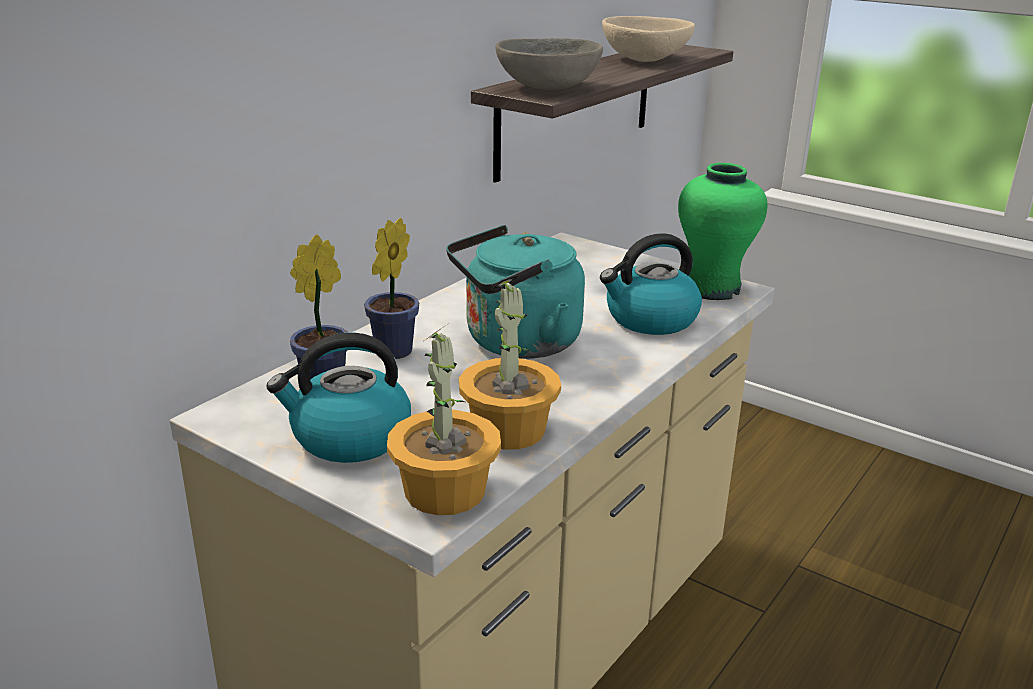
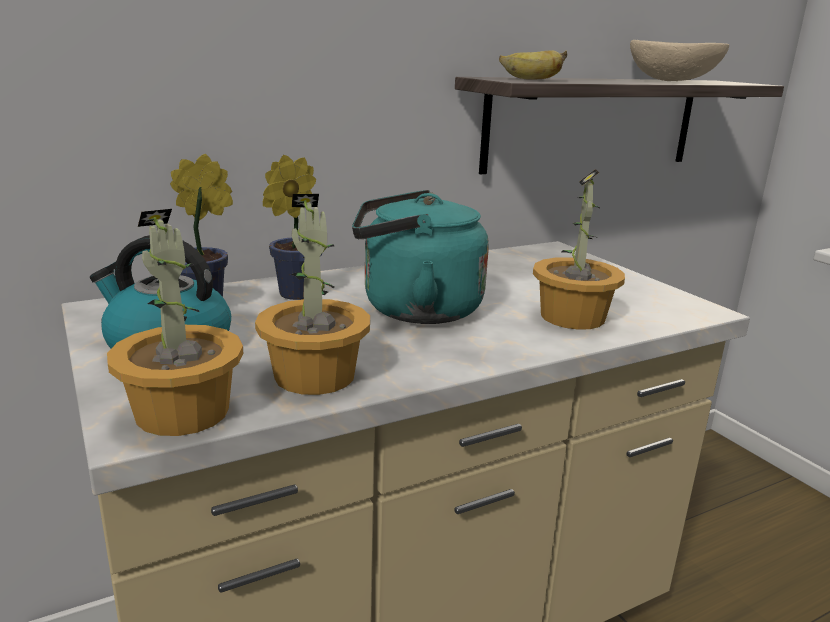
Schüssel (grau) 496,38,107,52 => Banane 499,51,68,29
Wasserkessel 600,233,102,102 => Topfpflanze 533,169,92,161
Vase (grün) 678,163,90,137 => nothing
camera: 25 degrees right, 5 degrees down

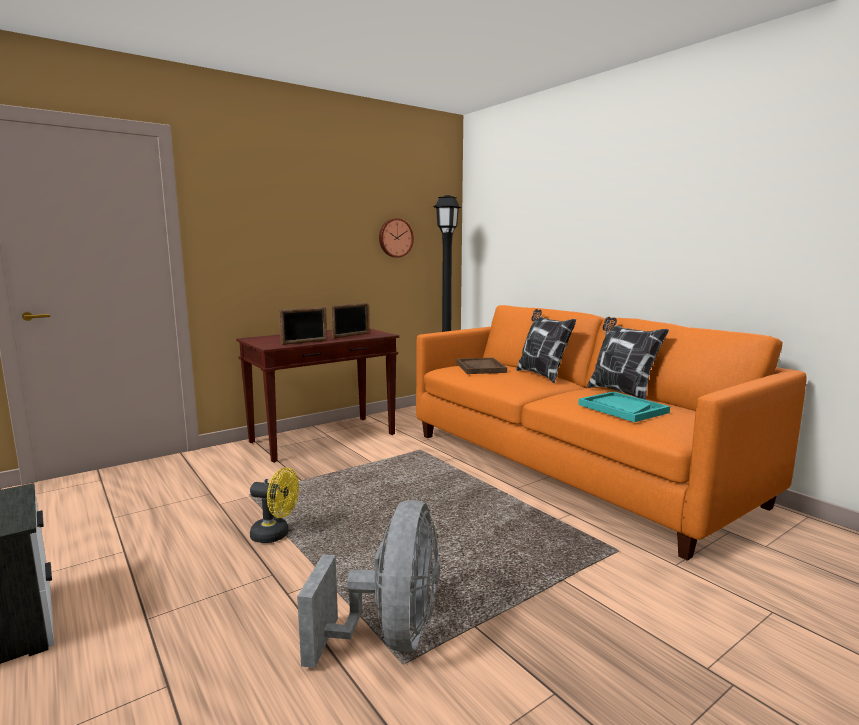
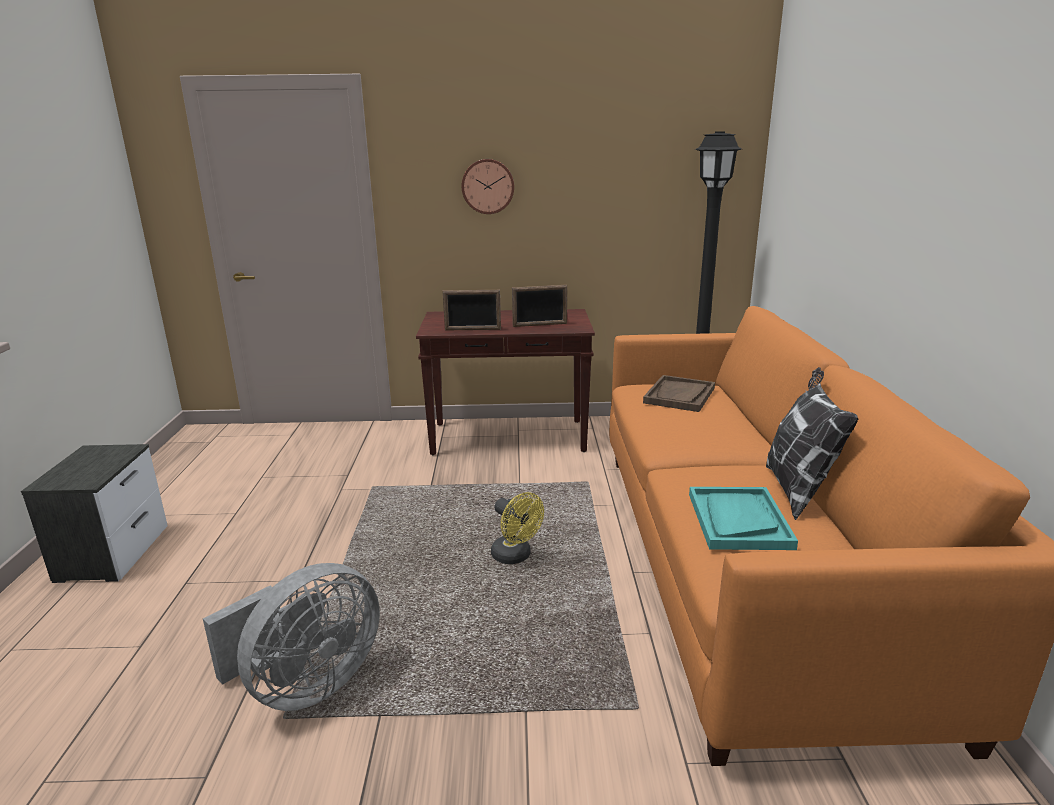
Wanduhr 379,218,35,40 => Wanduhr 462,159,52,55, moved
Ventilator (gelb) 250,467,49,76 => Ventilator (gelb) 491,492,53,72, moved
Kissen 516,309,60,74 => nothing
camera: 35 degrees right, 10 degrees up

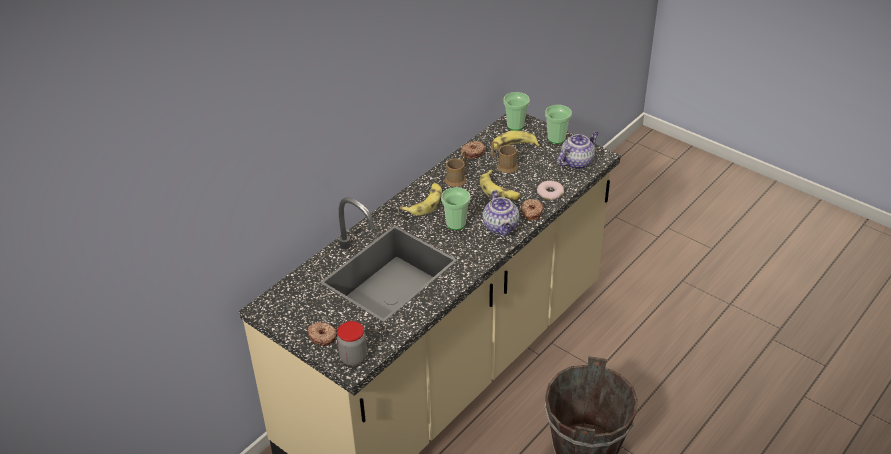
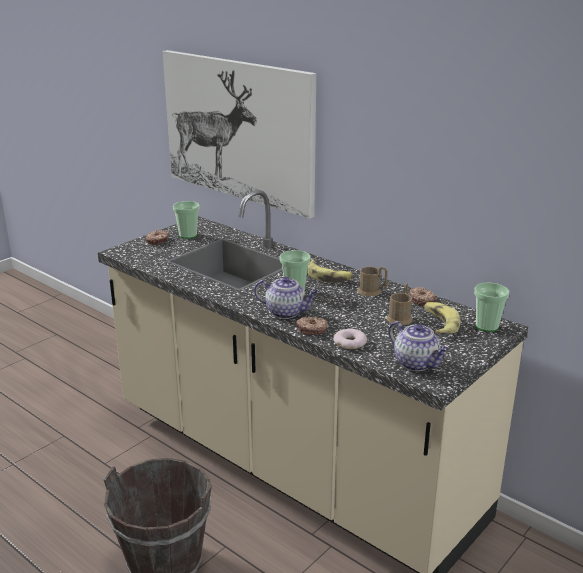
nothing => Bild 163,50,153,169
Tasse 545,105,27,39 => Tasse 173,201,27,38, moved
Teekanne 483,190,36,46 => Teekanne 254,277,64,42, 150 degrees counterclockwise
Vorratsglas 337,321,30,45 => nothing
Banane 480,170,41,31 => nothing
camera: 90 degrees right, 15 degrees down

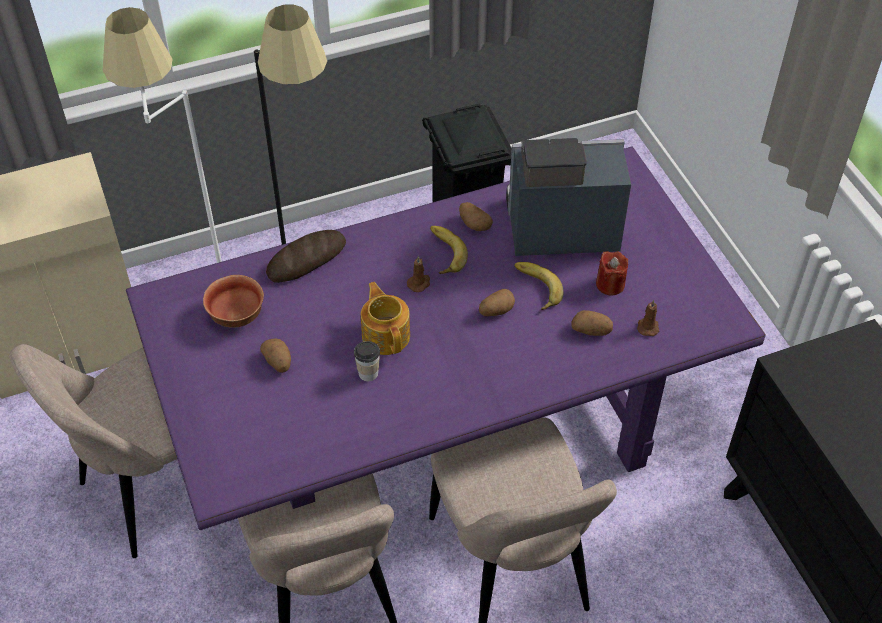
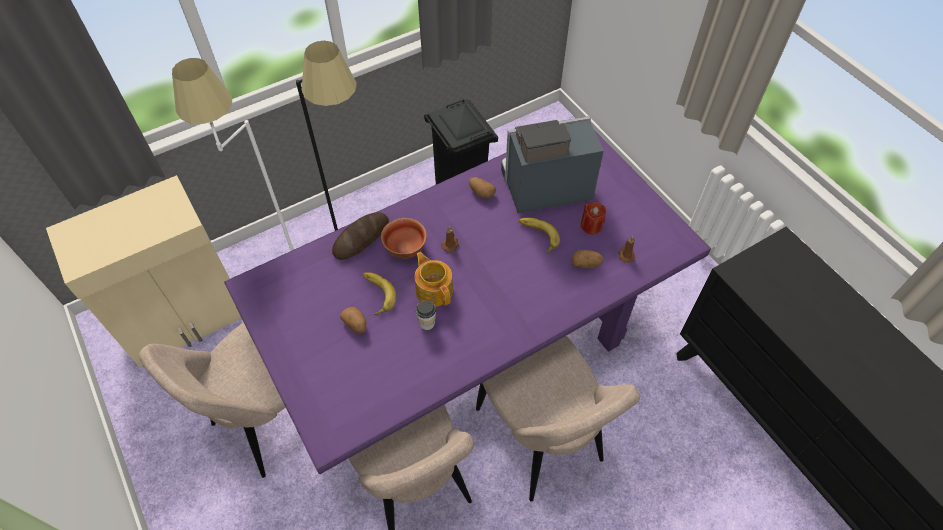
Banane 430,226,38,48 => Banane 363,272,33,43, moved
Schüssel 203,275,61,53 => Schüssel 381,218,46,40, moved
Kartoffel 479,289,36,27 => nothing
camera: 10 degrees left, 5 degrees up

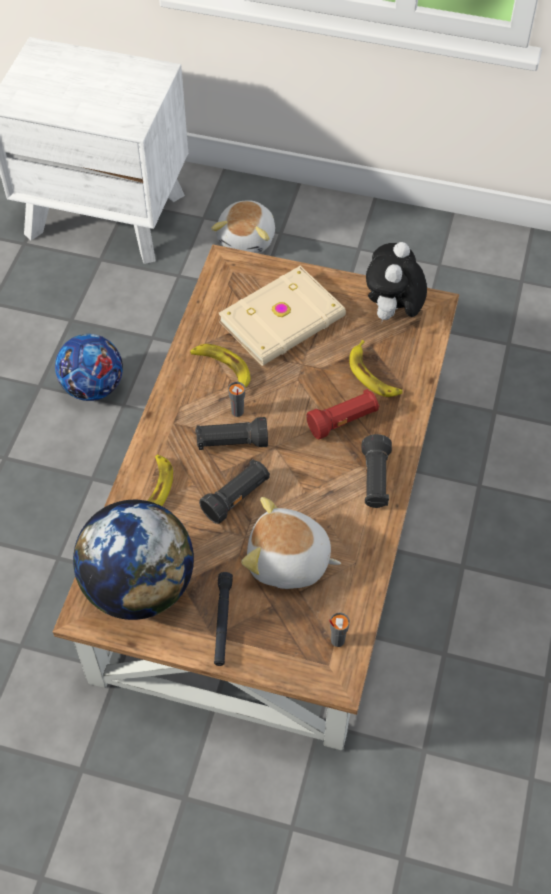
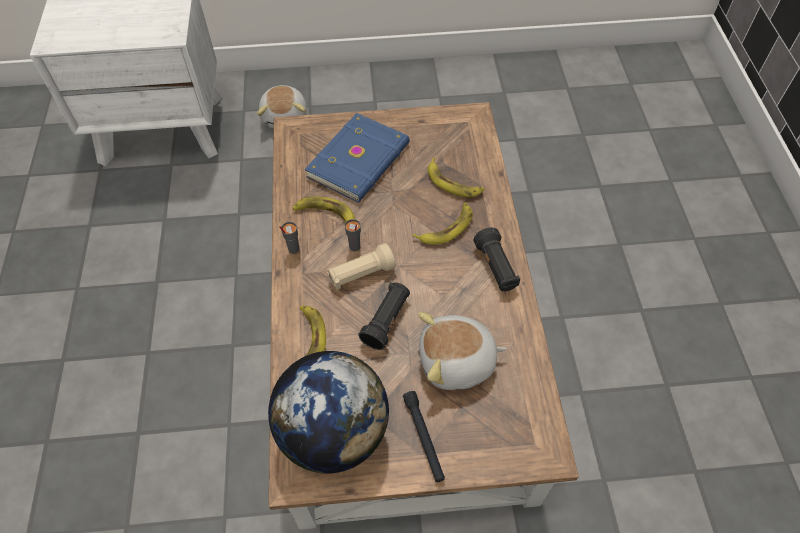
Tasse (grau) 329,612,21,35 => Tasse (grau) 279,222,21,32, moved
Buch (beige) 219,266,127,100 => Buch (blau) 305,113,105,90
Taschenlampe (schwarz) 195,417,73,33 => Taschenlampe (beige) 327,243,69,47
Taschenlampe (rot) 306,389,73,50 => Banane 413,202,60,43
Fußball 55,334,68,67 => nothing
Plüschtier 366,242,61,79 => nothing
camera: 20 degrees left, 0 degrees up

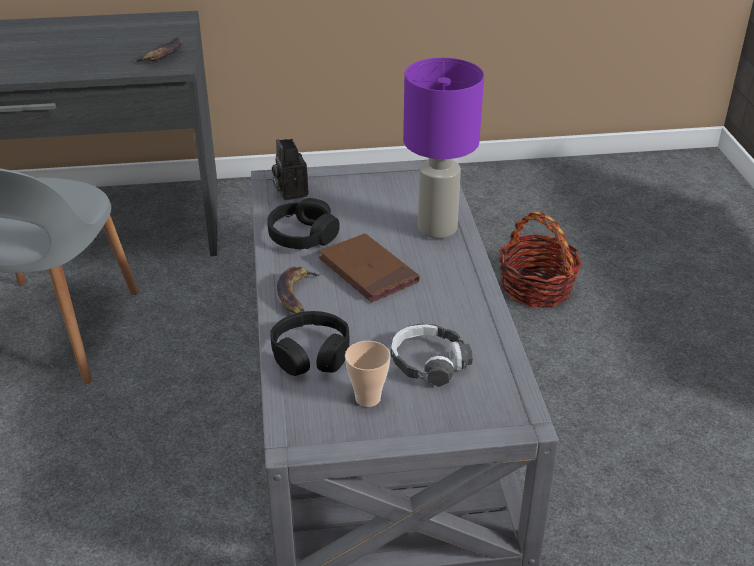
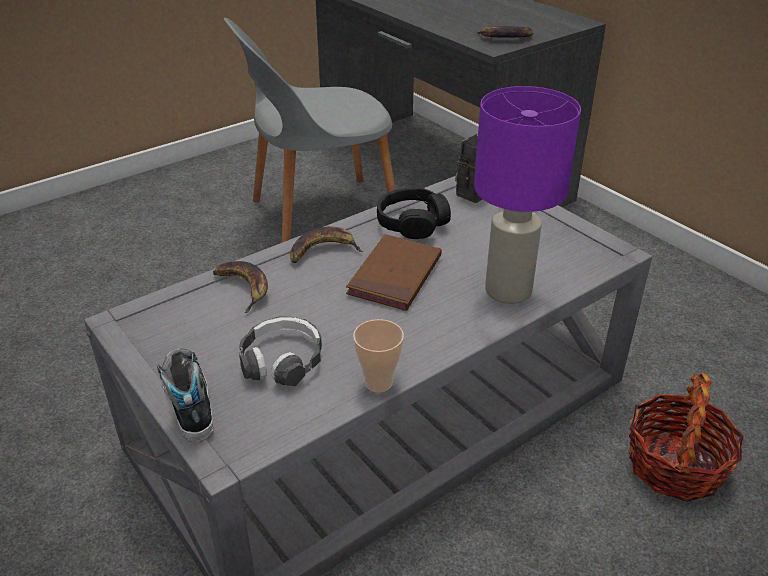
nothing => Schuh 157,348,57,94
Kopfhörer (schwarz) 270,311,79,65 => Banane 213,261,55,52
Tasse 345,341,46,66 => Tasse 353,319,51,74, moved
camera: 60 degrees right, 0 degrees up

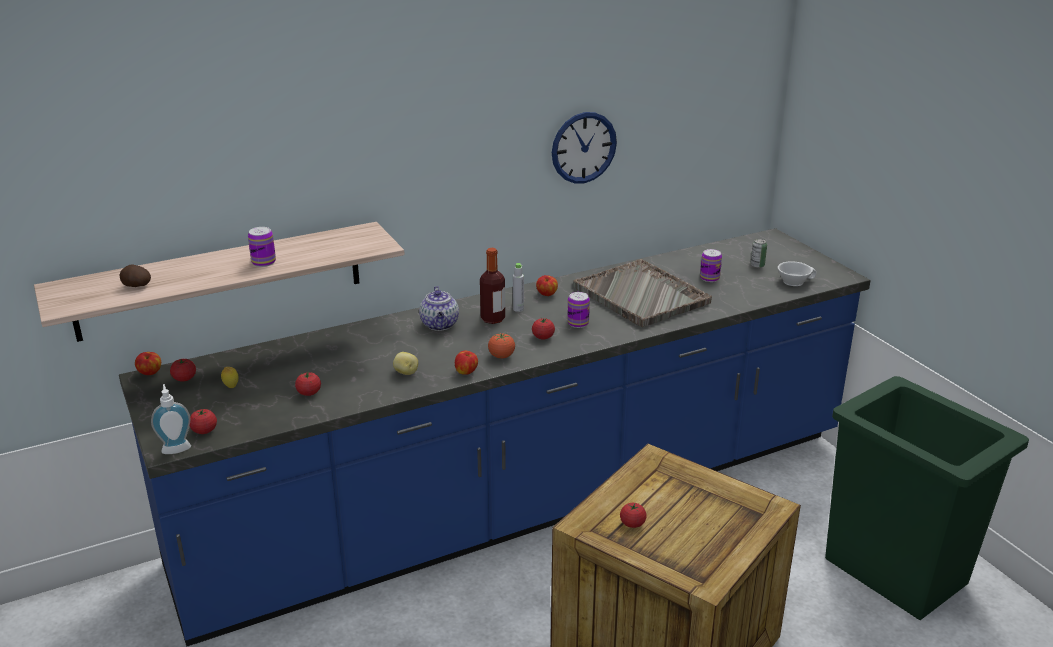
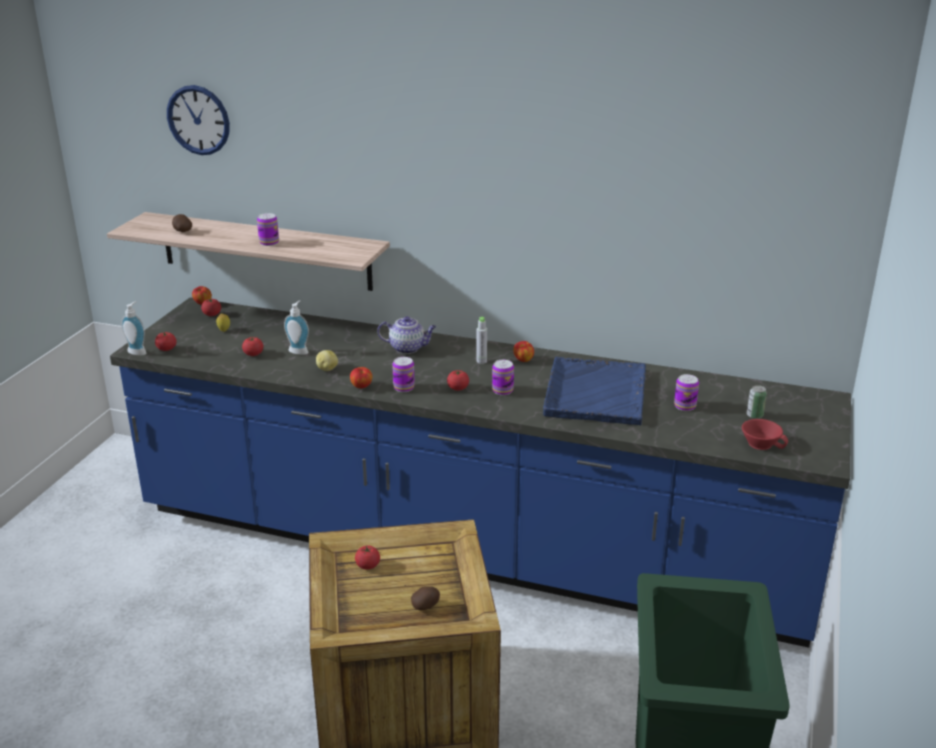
Wanduhr 552,112,65,71 => Wanduhr 167,85,63,70, moved
nothing => Seifenspender 284,301,25,54
Teekanne 419,286,40,45 => Teekanne 377,316,59,38, 120 degrees counterclockwise
Tomate 488,333,27,25 => Dose 392,357,23,35
nothing => Kartoffel 411,586,29,24
Tablett (grau) 573,259,139,68 => Tablett (blau) 543,357,103,68
Tasse (weiß) 778,261,39,25 => Tasse (rot) 742,419,46,31
Flasche 480,248,25,76 => nothing
camera: 45 degrees right, 0 degrees up

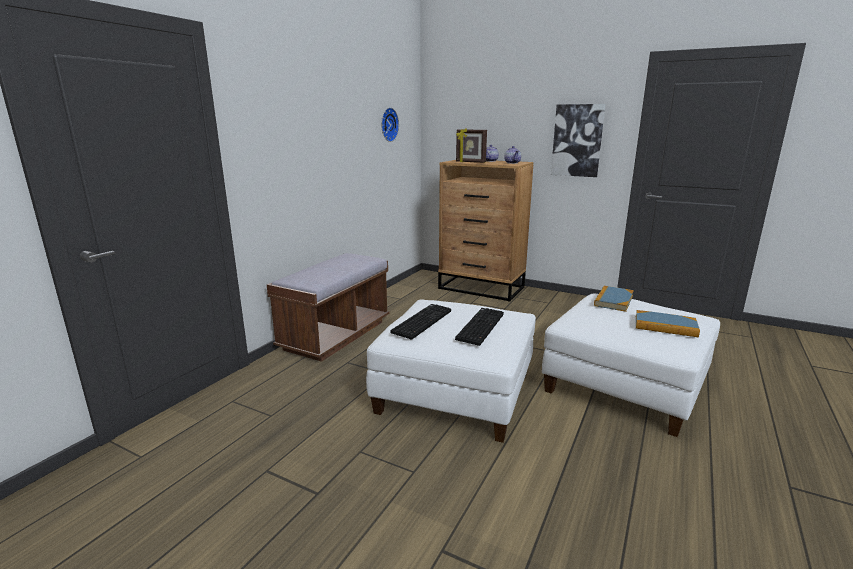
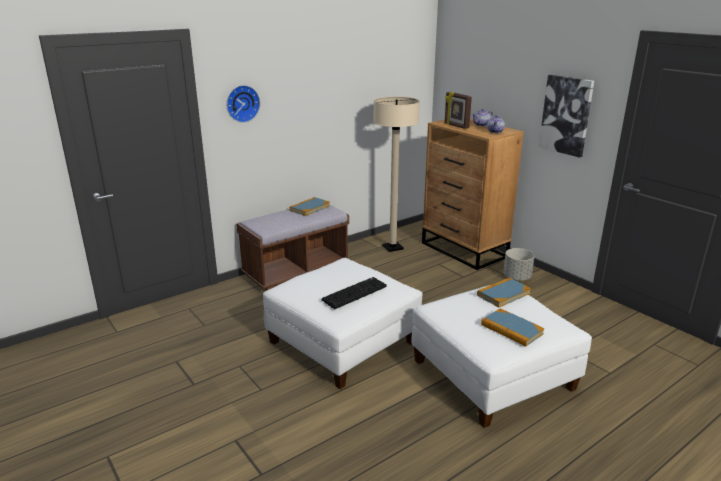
Wanduhr 381,107,18,35 => Wanduhr 226,85,34,38, moved
nothing => Buch 290,197,40,19
nothing => Stehlampe (beige) 373,96,47,156
nothing => Pflanzkübel (grau) 503,248,32,33
Tastatur 391,304,60,36 => nothing
camera: 25 degrees right, 5 degrees up

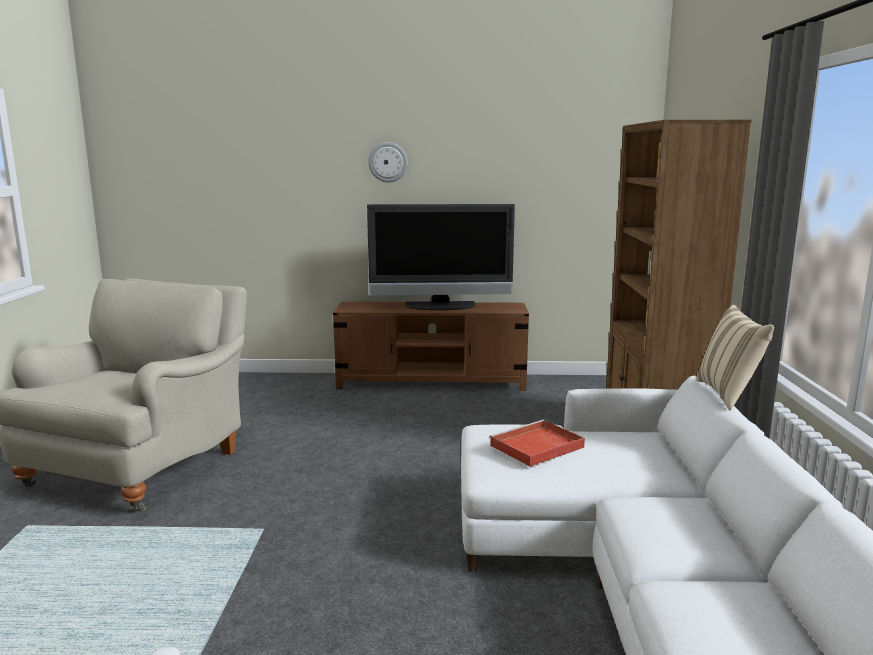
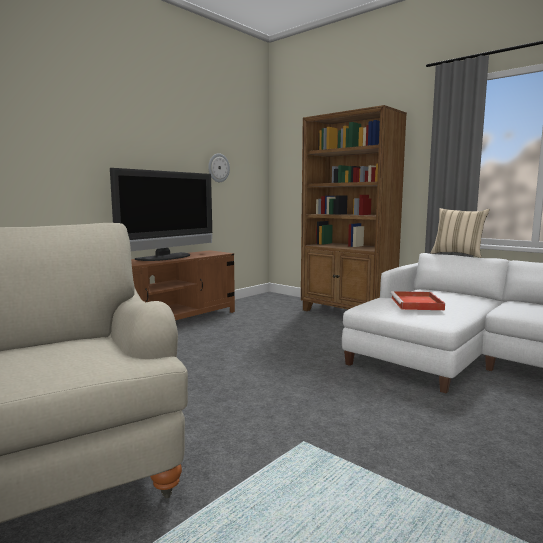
Wanduhr 368,142,40,41 => Wanduhr 208,153,22,29, moved
camera: 50 degrees left, 5 degrees down

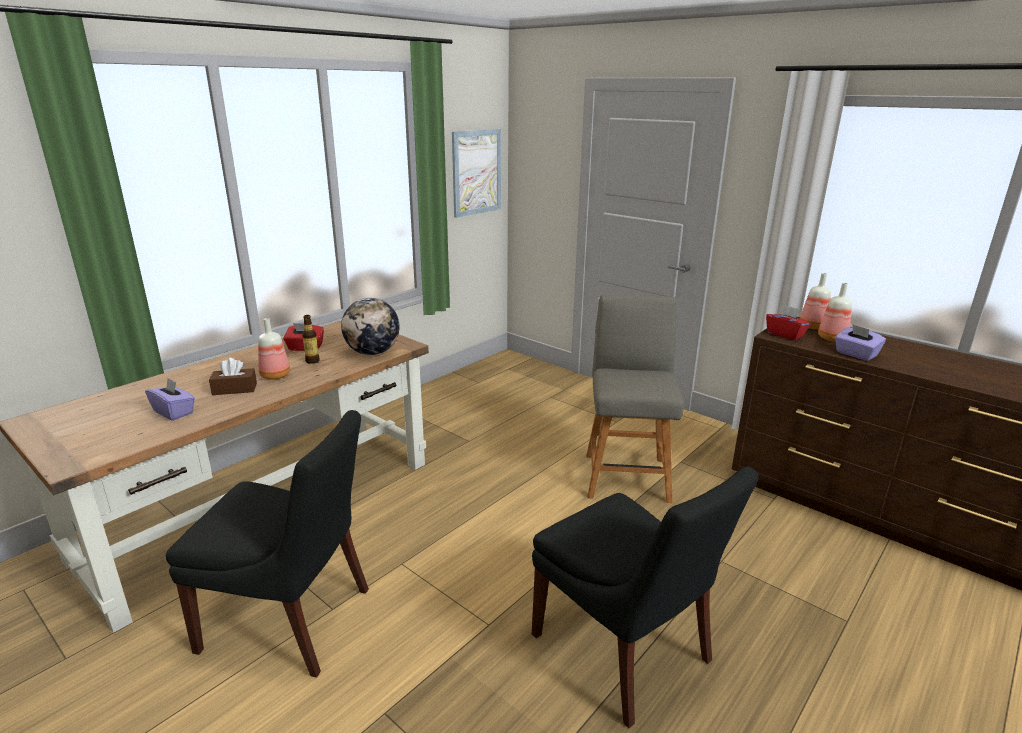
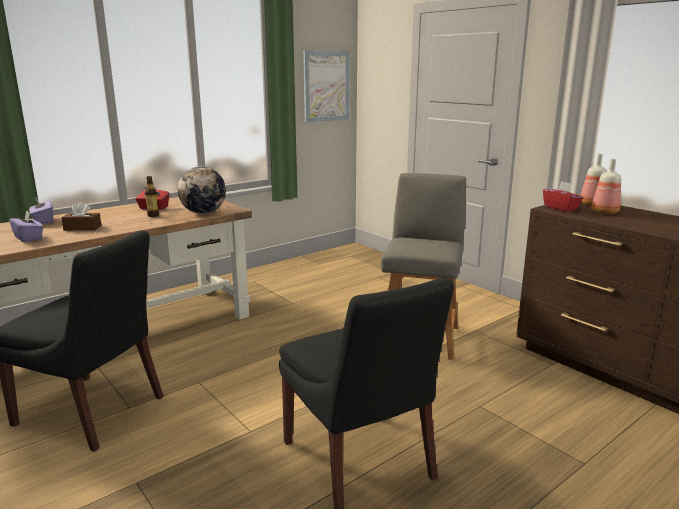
Taschentuchbox (lila) 835,324,51,37 => Taschentuchbox (lila) 29,197,24,27, moved
Flasche 258,318,32,62 => nothing
camera: 10 degrees right, 5 degrees down

